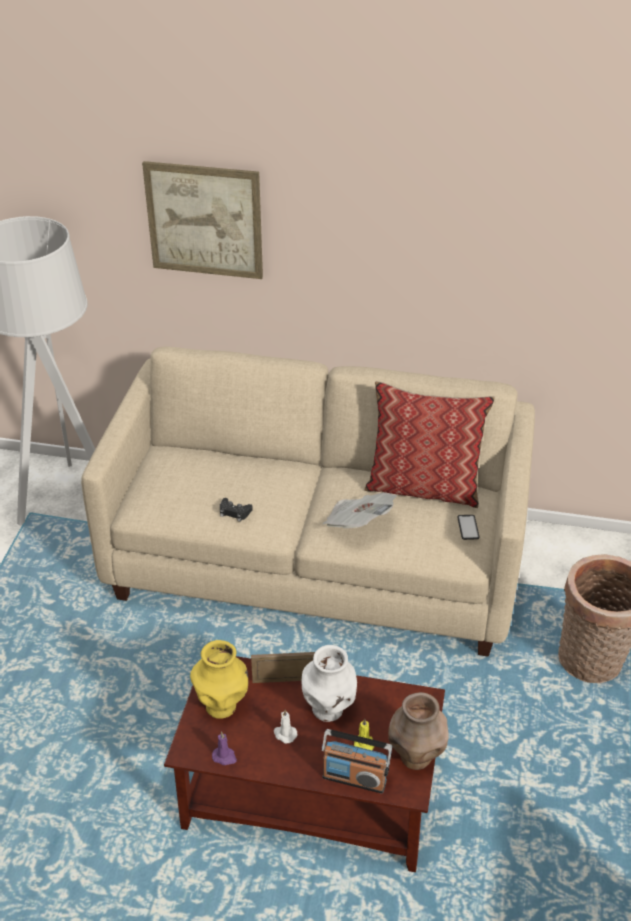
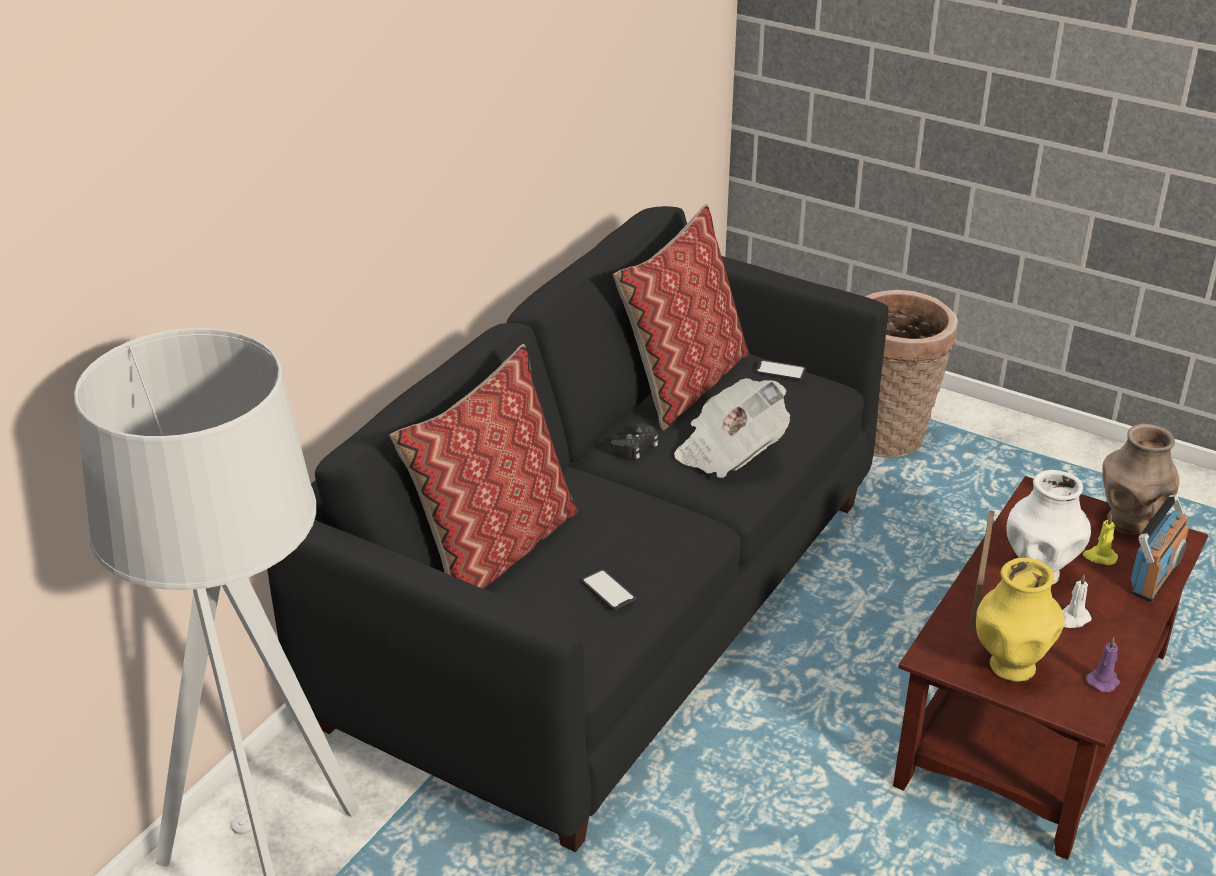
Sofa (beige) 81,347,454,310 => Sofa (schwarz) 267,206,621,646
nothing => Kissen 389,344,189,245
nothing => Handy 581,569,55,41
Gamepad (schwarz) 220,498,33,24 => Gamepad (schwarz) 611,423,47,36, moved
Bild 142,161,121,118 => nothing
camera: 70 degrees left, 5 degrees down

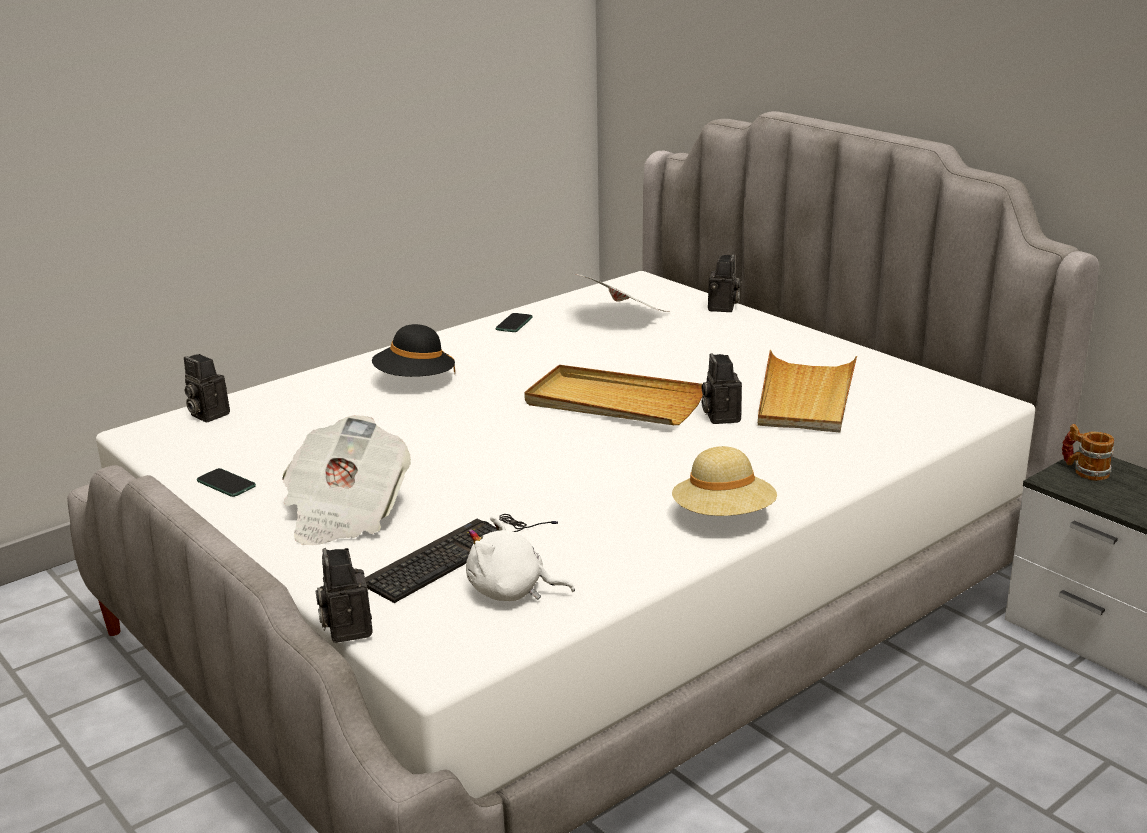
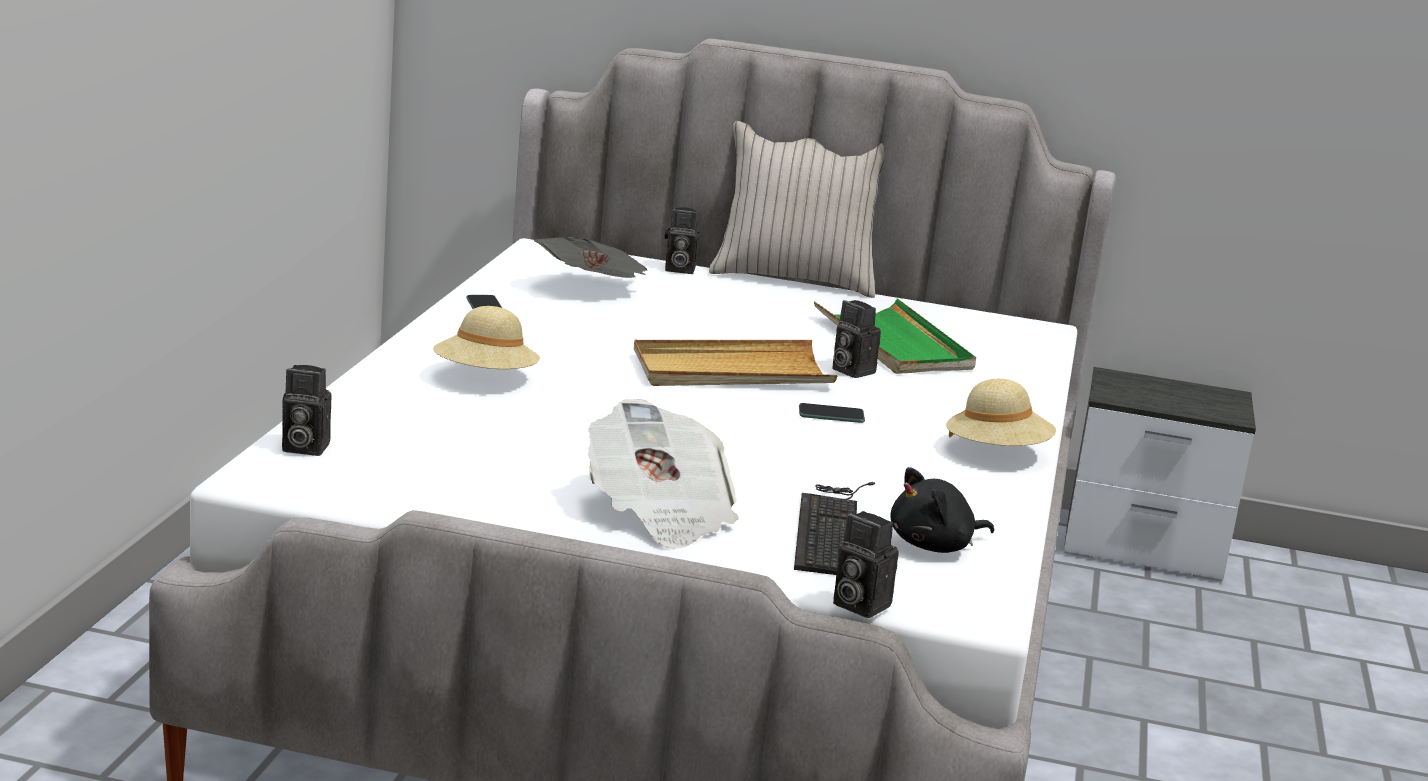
Hut (schwarz) 372,324,83,53 => Hut (beige) 433,306,107,63
Kamera 708,254,32,58 => Kamera 665,207,34,67, 120 degrees clockwise
nothing => Kissen (beige) 709,121,175,177
Handy 197,468,59,29 => Handy 799,403,66,20, moved
Tablett (beige) 758,350,99,82 => Tablett (grün) 814,299,162,75
Plüschtier (weiß) 466,516,109,85 => Plüschtier (schwarz) 891,467,103,86
Henkelbecher 1062,424,52,57 => nothing
camera: 40 degrees left, 5 degrees down

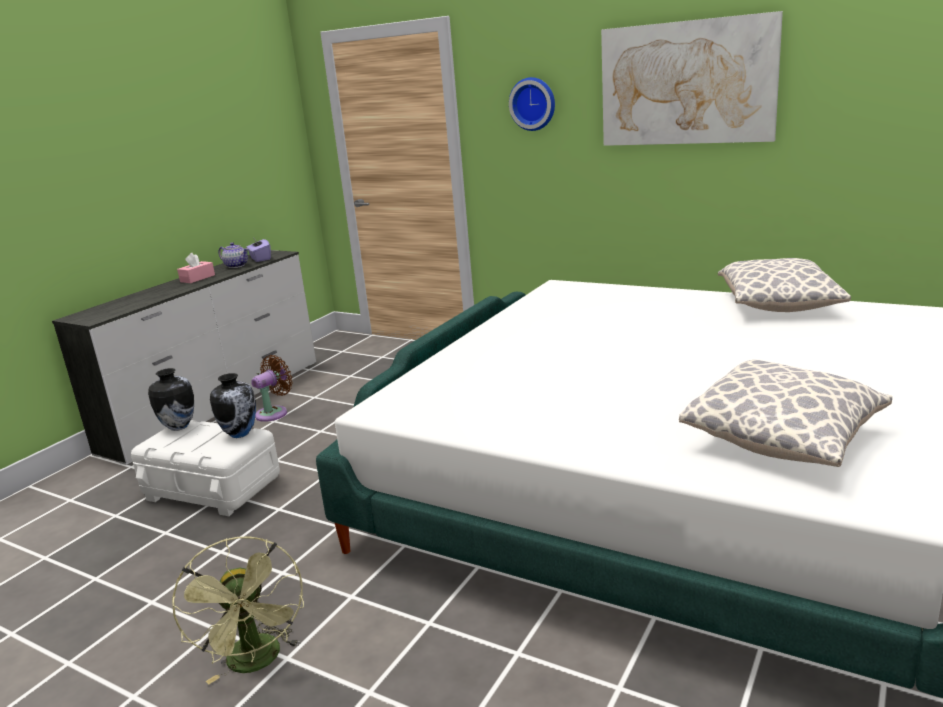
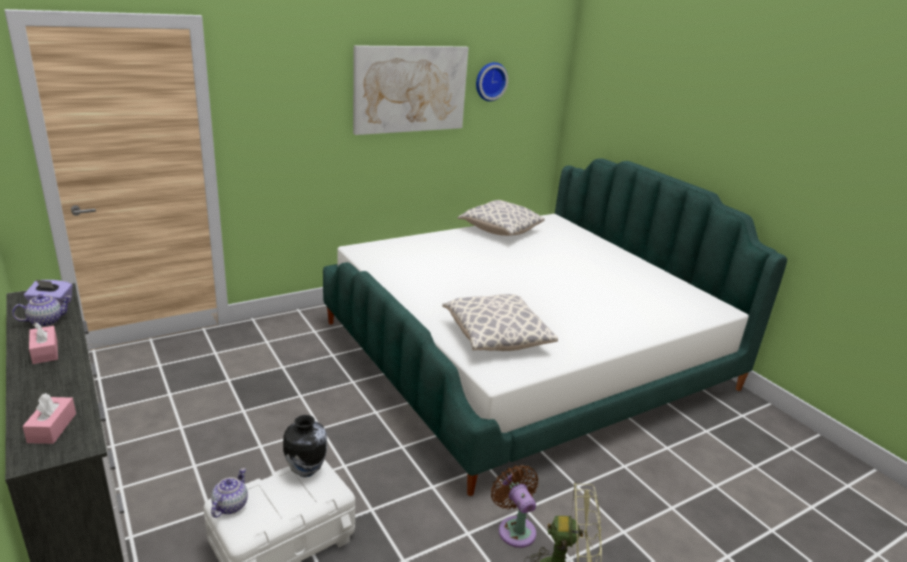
nothing => Taschentuchbox (rosa) 22,393,54,51
Vase 148,368,46,63 => Teekanne 211,468,37,50
Kissen 679,360,213,107 => Kissen 442,294,116,57, moved
Wanduhr 509,77,46,54 => Wanduhr 476,62,32,39, moved
Ventilator (braun) 251,355,42,67 => Ventilator (braun) 491,465,47,83, moved
camera: 65 degrees left, 5 degrees up

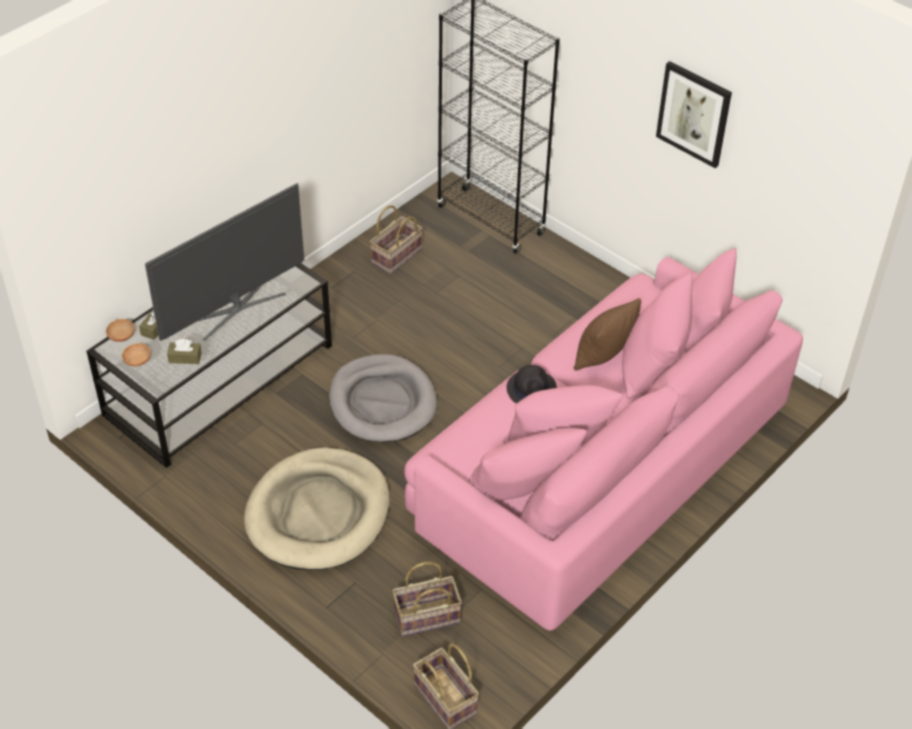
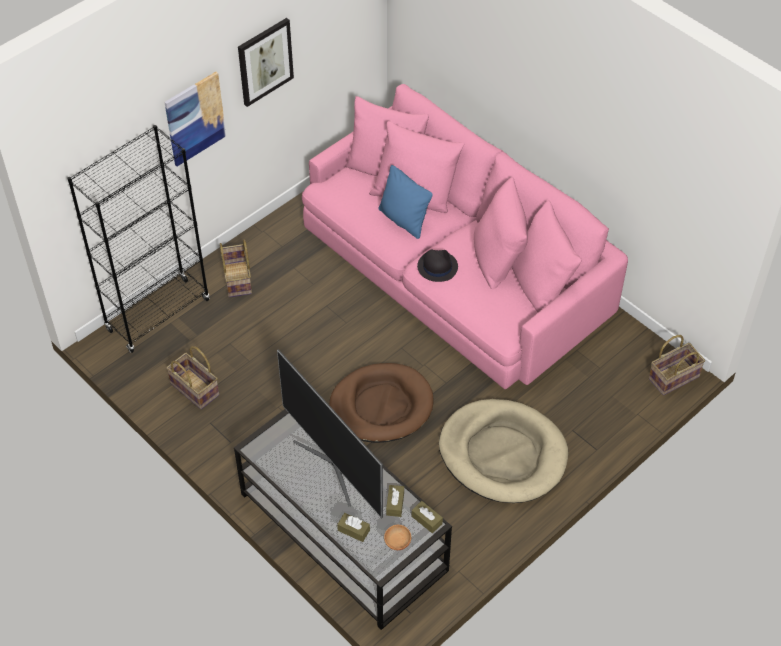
nothing => Bild 164,72,62,94
Korb 392,562,70,74 => Korb 220,239,32,58, moved
Hundebett (grau) 329,354,108,88 => Hundebett (braun) 329,363,105,80
Kissen (braun) 573,298,68,73 => Kissen (blau) 378,165,55,74
nothing => Taschentuchbox (braun) 412,501,31,32
Schüssel (braun) 106,319,29,23 => nothing
camera: 85 degrees left, 5 degrees up

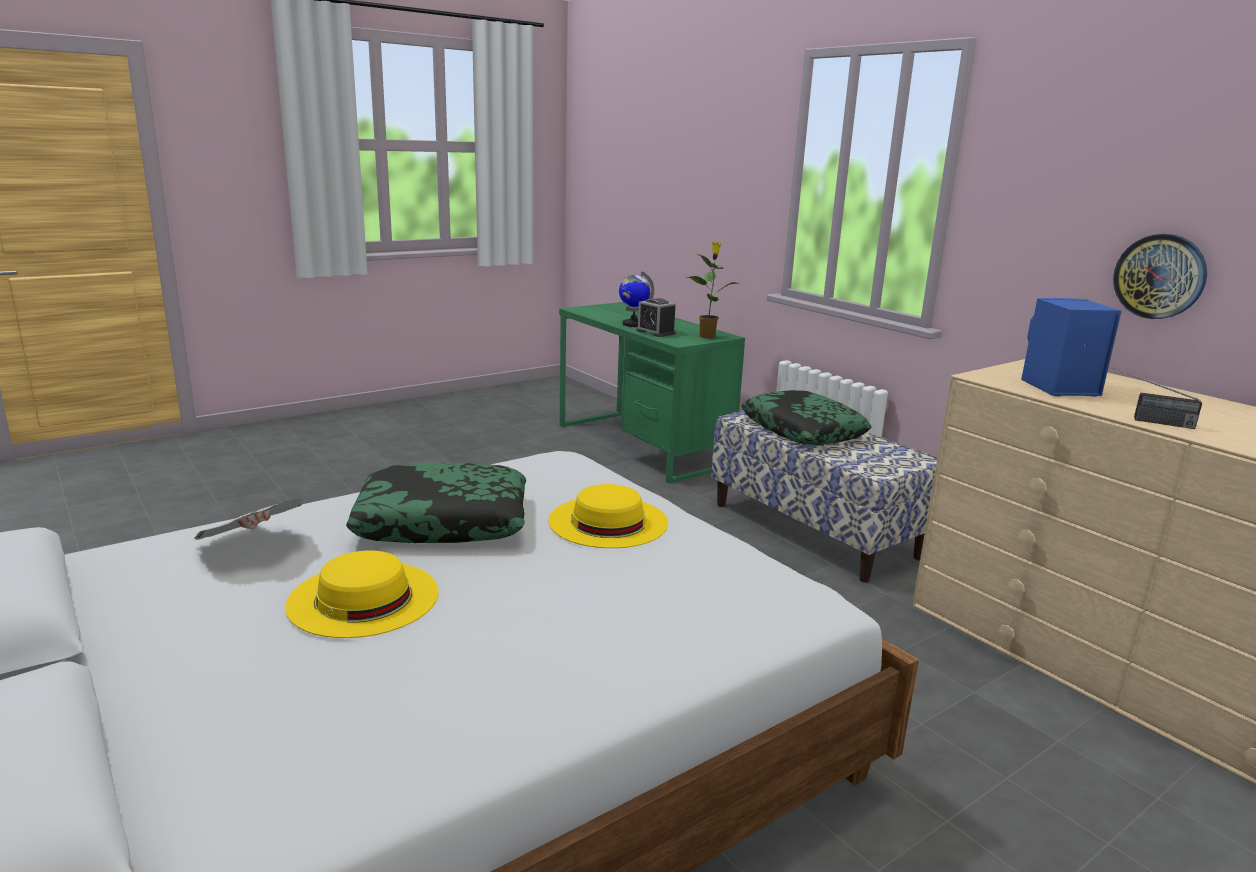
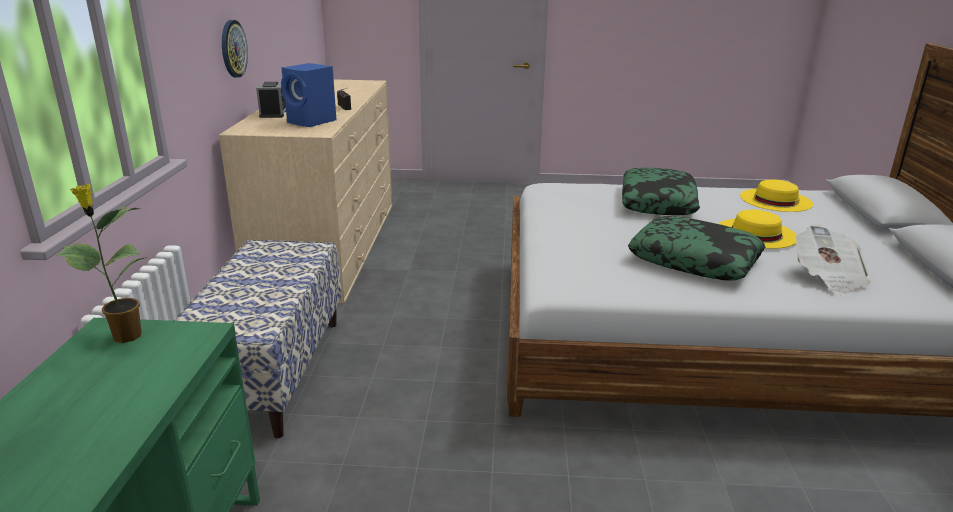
Wecker 636,298,40,39 => Wecker 256,82,30,36, moved
Kissen 741,390,130,55 => Kissen 622,168,78,47, moved
Hut (gelb) 549,484,119,64 => Hut (gelb) 740,179,73,33, moved
Globus 619,271,35,56 => nothing
camera: 140 degrees left, 5 degrees up

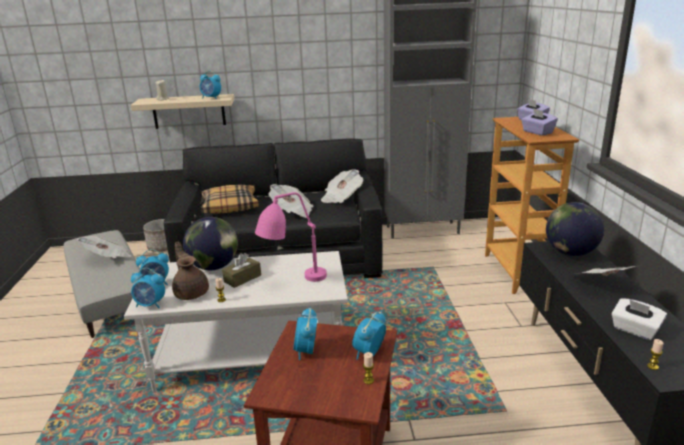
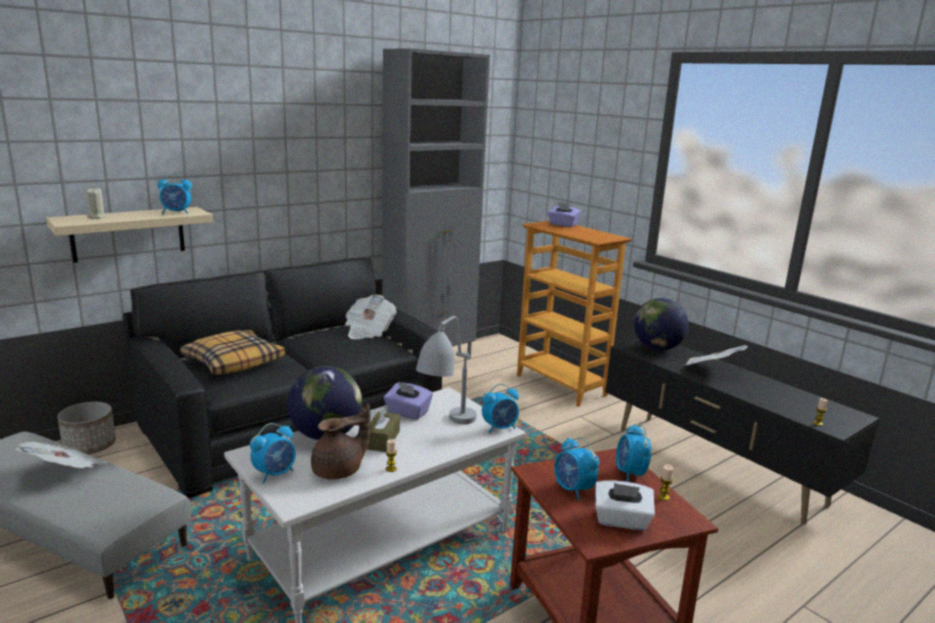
Teekanne (braun) 172,242,37,58 => Teekanne (braun) 311,403,59,77, 120 degrees clockwise
Taschentuchbox (lila) 521,108,37,28 => Taschentuchbox (lila) 384,382,49,38, moved
Tischlampe (rosa) 255,192,72,90 => Tischlampe (grau) 416,316,60,108
Wecker 131,268,34,40 => Wecker 482,384,37,49, moved
Taschentuchbox (weiß) 611,298,56,42 => Taschentuchbox (weiß) 595,480,60,50, moved
Zeitung 268,184,45,34 => nothing
camera: 35 degrees left, 5 degrees down

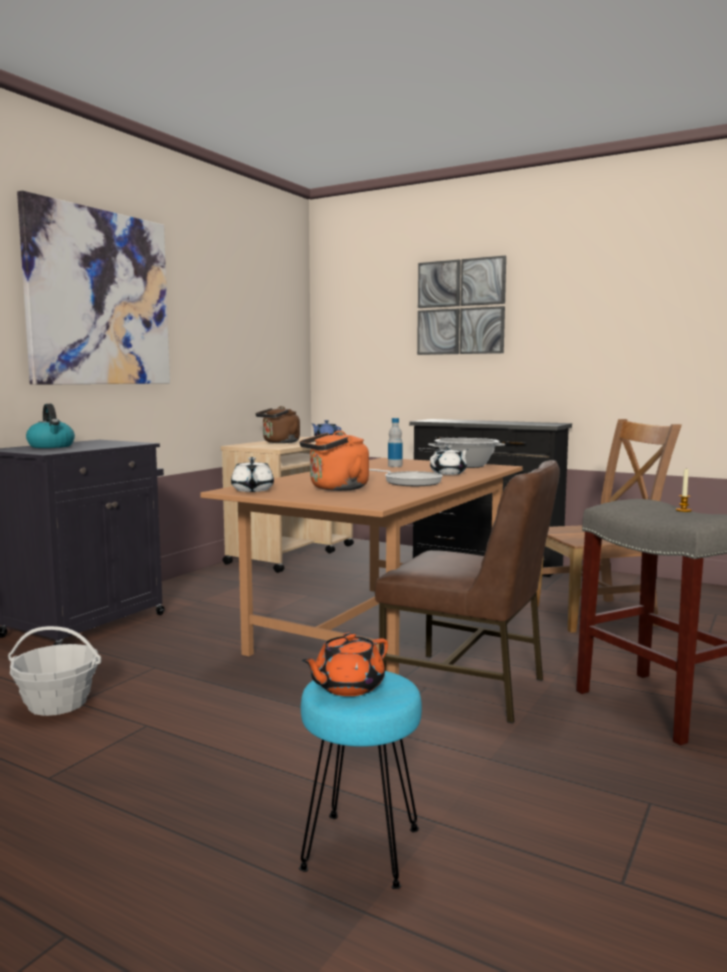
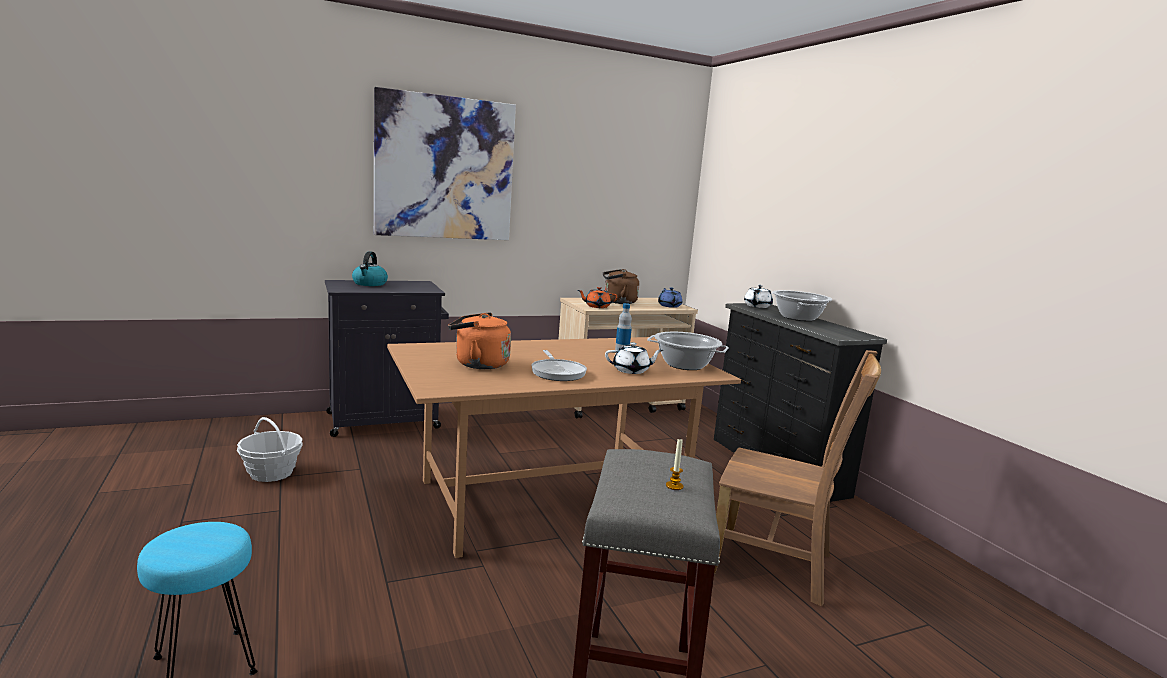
Teekanne (orange) 302,632,86,64 => Teekanne (orange) 578,287,39,21, moved
Teekanne (weiß) 231,457,43,35 => Teekanne (weiß) 744,285,29,23, moved
nothing => Kochtopf 772,290,60,31
Stuhl (braun) 375,460,185,264 => nothing
Bild 417,255,89,100 => nothing
camera: 35 degrees right, 5 degrees up

